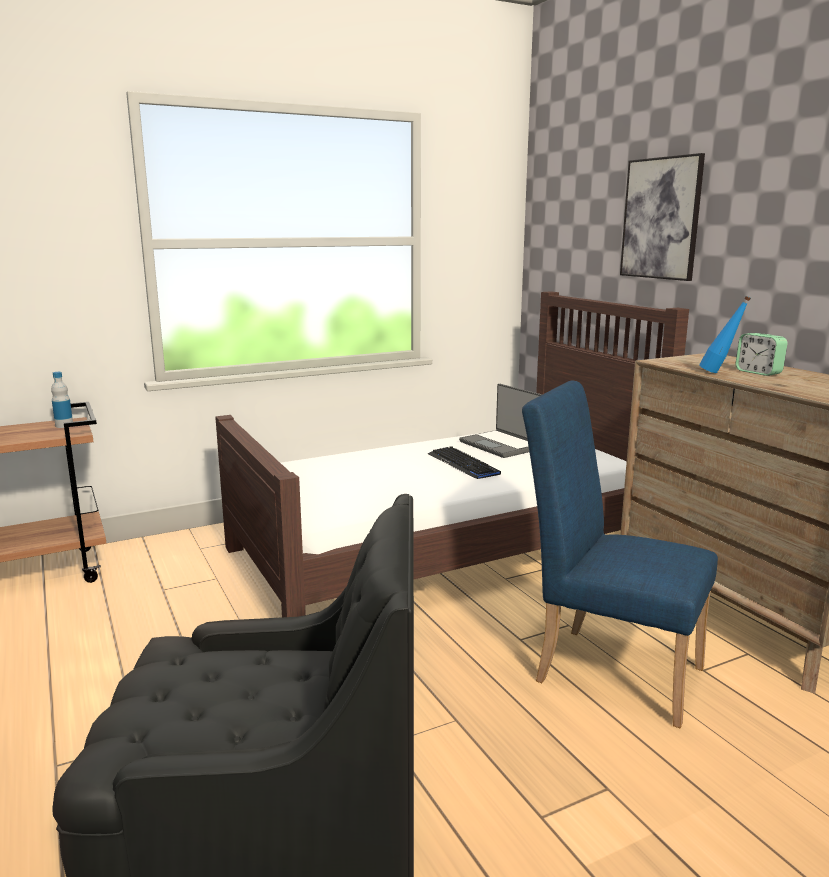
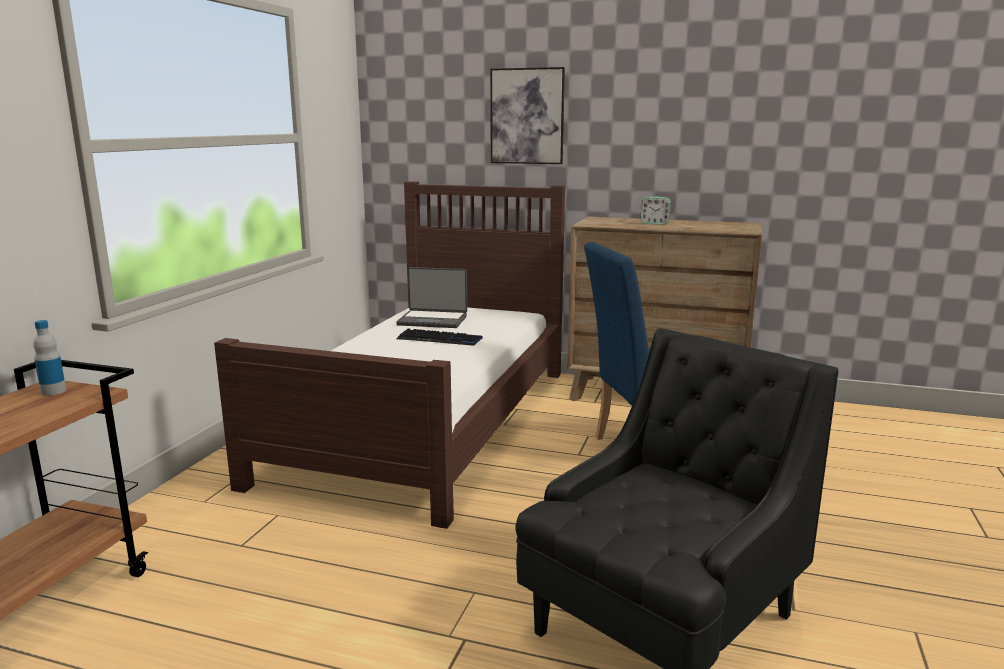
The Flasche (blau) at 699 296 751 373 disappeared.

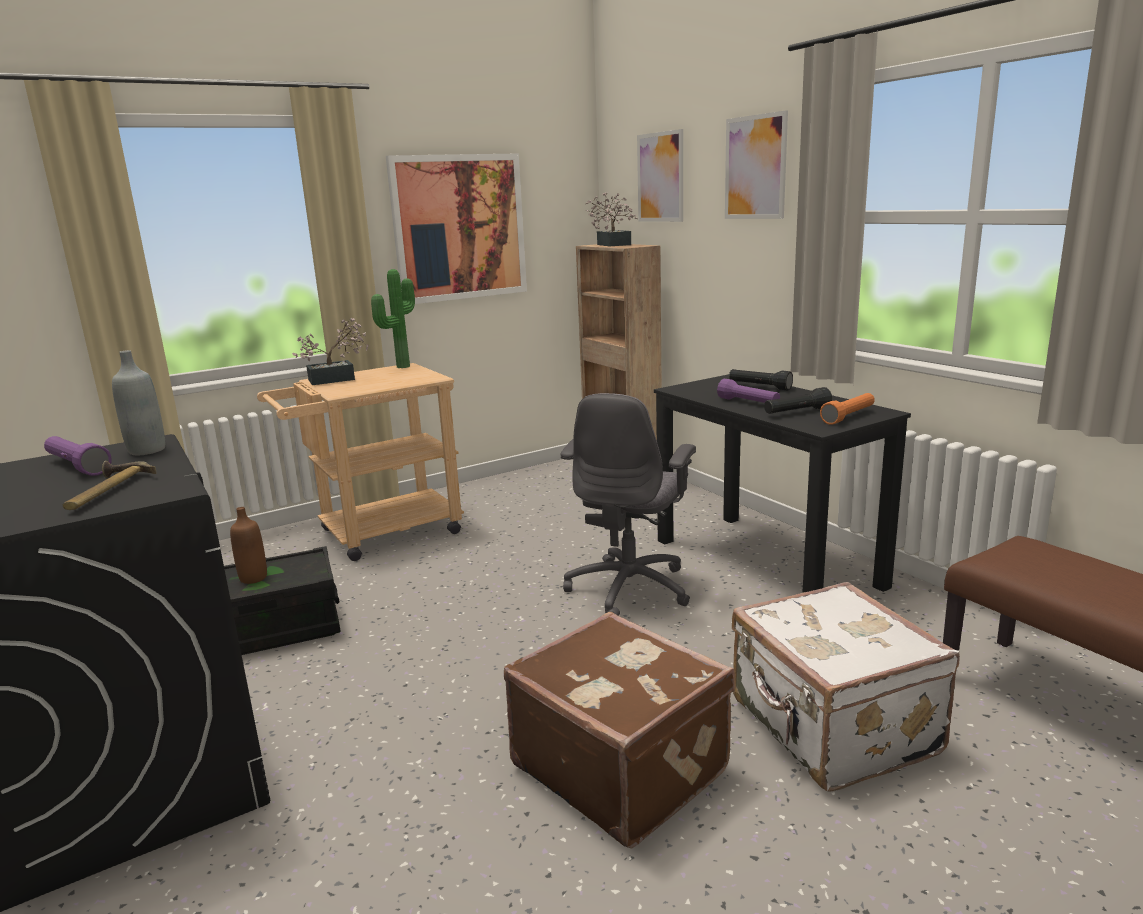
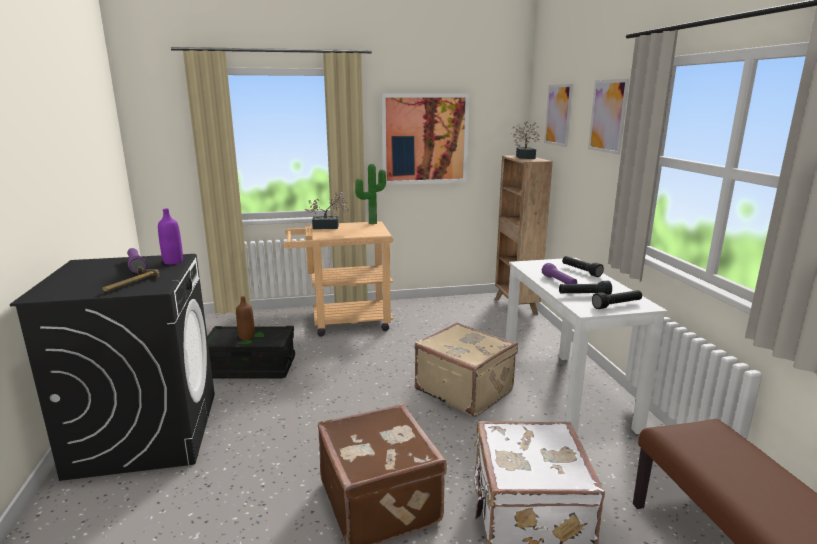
The Flasche (grau) at 112 350 165 455 became the Flasche (lila) at 158 208 183 265.
The Bürostuhl (grau) at 560 393 696 616 was replaced by the Koffer (beige) at 415 323 518 417.
The Schreibtisch (schwarz) at 654 374 911 593 became the Schreibtisch (weiß) at 506 258 667 434.
The Taschenlampe (orange) at 820 393 875 425 became the Taschenlampe (schwarz) at 592 290 642 309.

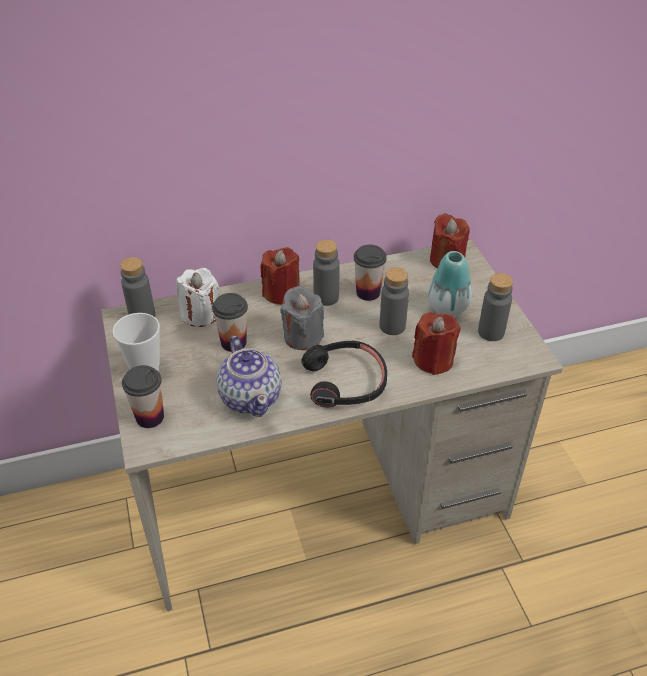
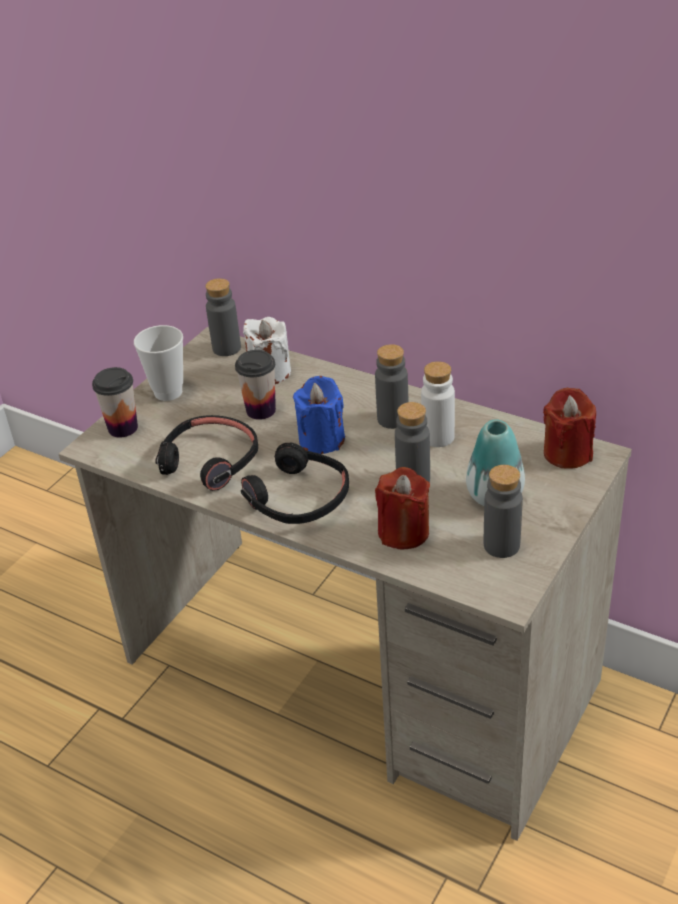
The Teekanne at 217 335 282 417 was replaced by the Kopfhörer (schwarz) at 155 415 258 491.
The Kerze (rot) at 261 247 300 305 disappeared.
The Kerze (grau) at 280 286 324 350 became the Kerze (blau) at 293 376 345 454.
The Tasse at 354 245 387 301 was replaced by the Flasche (weiß) at 421 361 455 447.

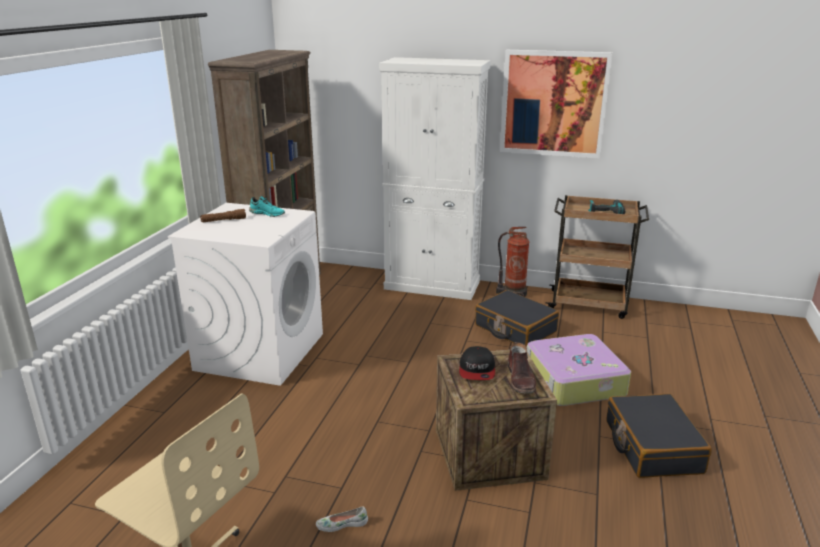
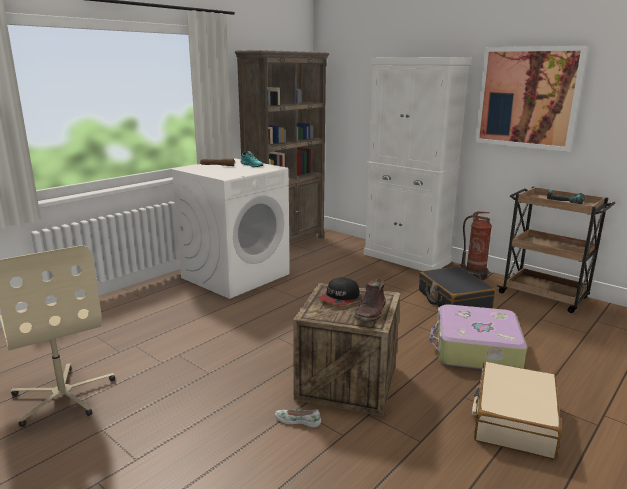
The Schuh (weiß) moved from 316 506 368 532 to 275 409 321 427.
The Koffer (schwarz) at 607 394 712 478 became the Koffer (beige) at 472 361 562 459.

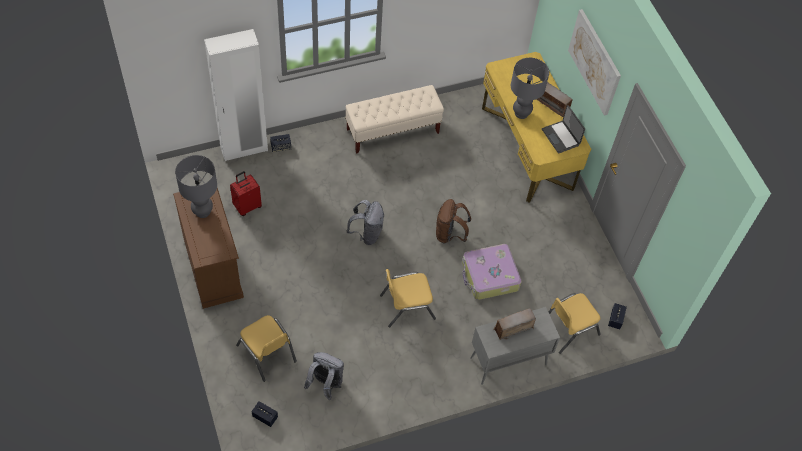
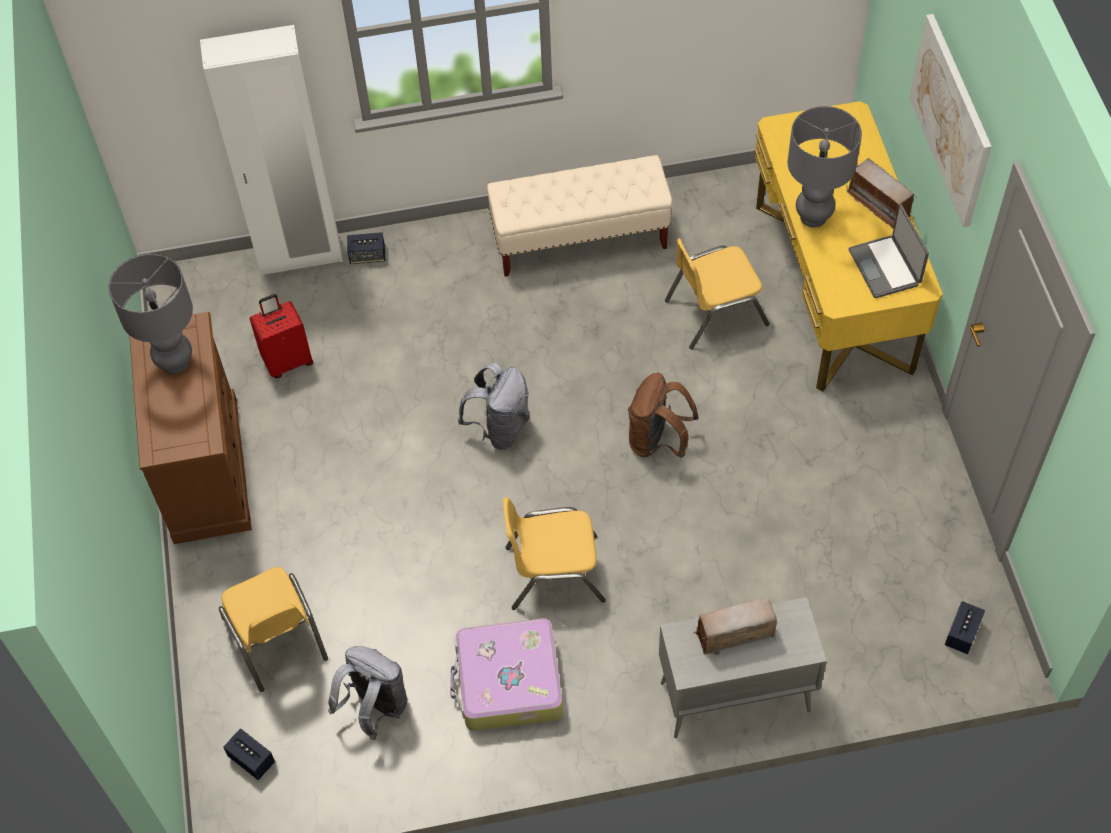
The Koffer moved from 462 244 522 300 to 450 618 563 731.
The Stuhl (gelb) moved from 548 293 601 354 to 665 238 769 349.

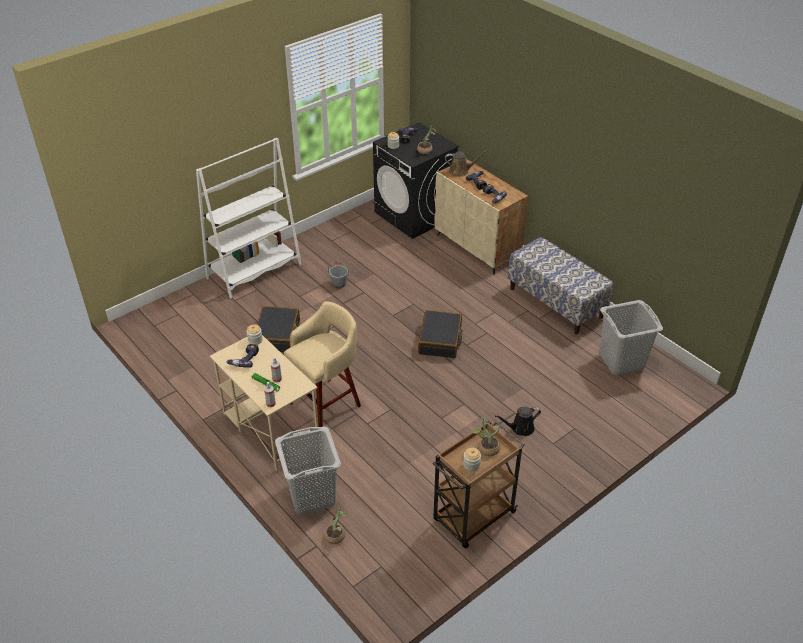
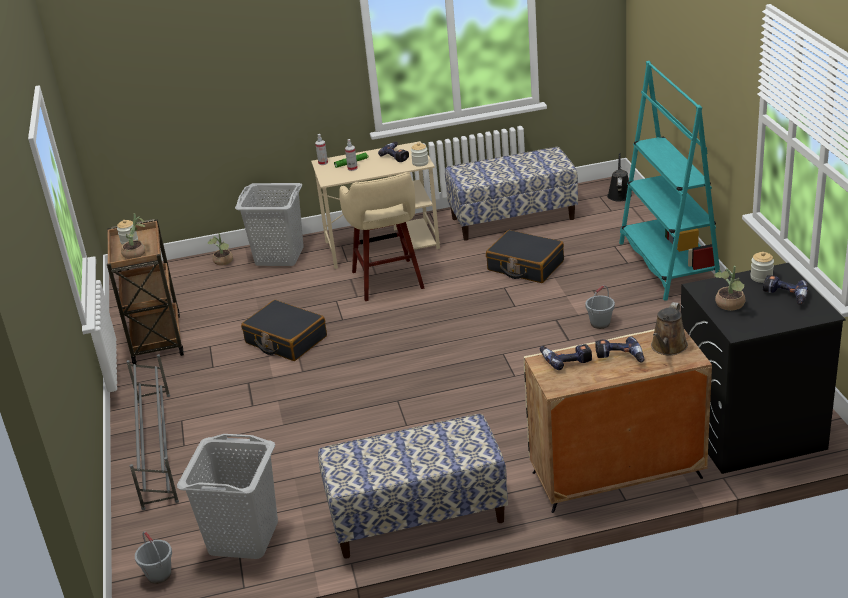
The Bücherregal (weiß) at 196 138 301 298 became the Bücherregal (türkis) at 619 61 720 301.
The Koffer (schwarz) moved from 418 310 462 358 to 241 300 327 361.
The Gießkanne (schwarz) moved from 495 407 541 436 to 607 153 632 202.
The Schuhregal (grau) at 126 354 179 510 appeared.
The Eimer (grau) at 135 531 172 584 appeared.
The Bank at 445 147 578 240 appeared.

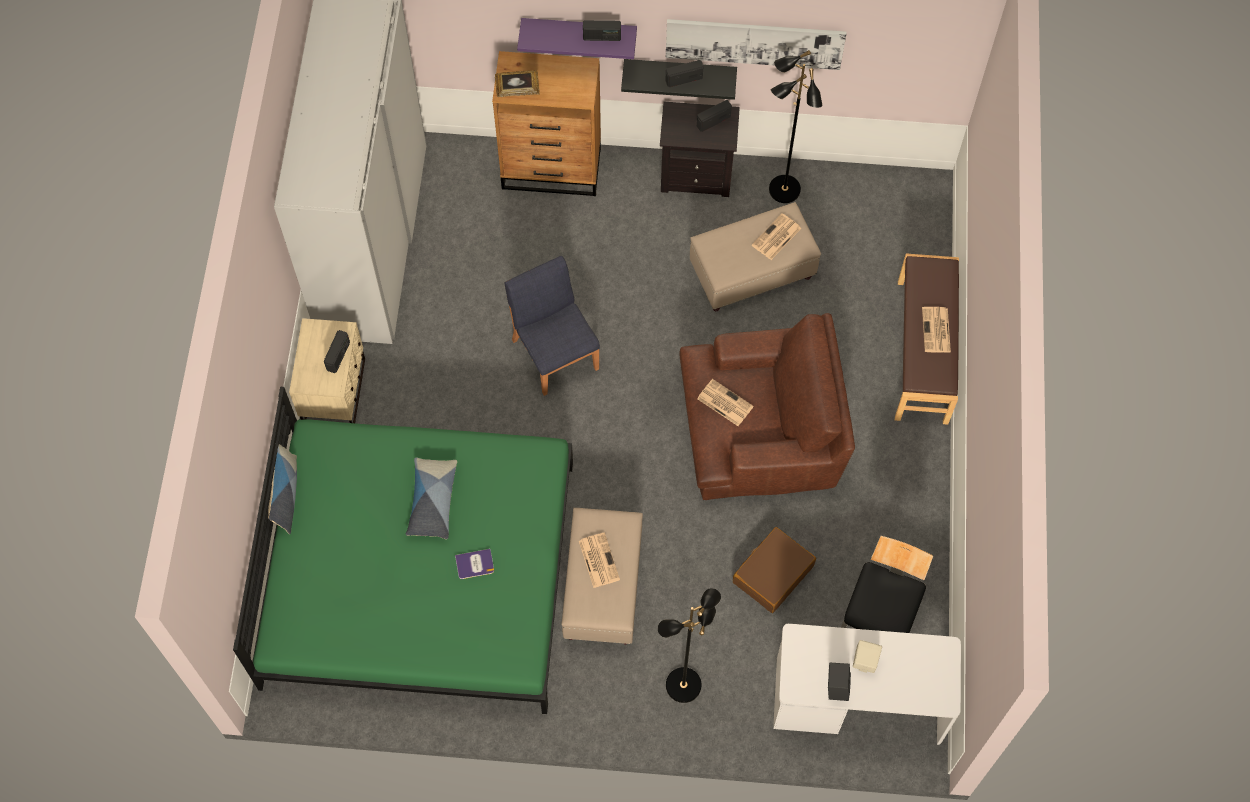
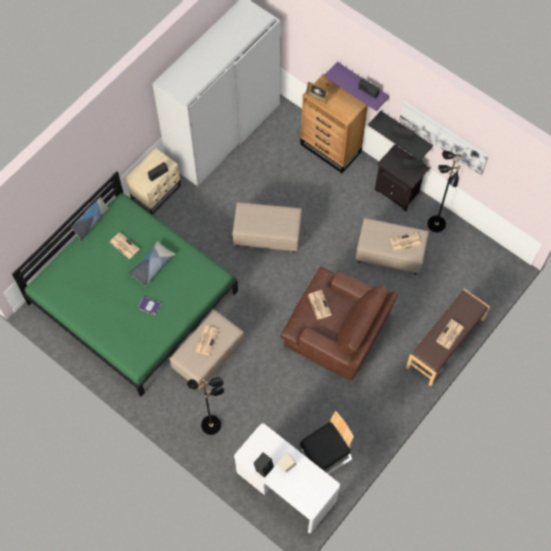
The Stuhl (blau) at 505 256 600 396 was replaced by the Polsterhocker (beige) at 232 202 302 253.
The Koffer (braun) at 733 527 816 613 disappeared.
The Zeitung at 110 232 140 259 appeared.

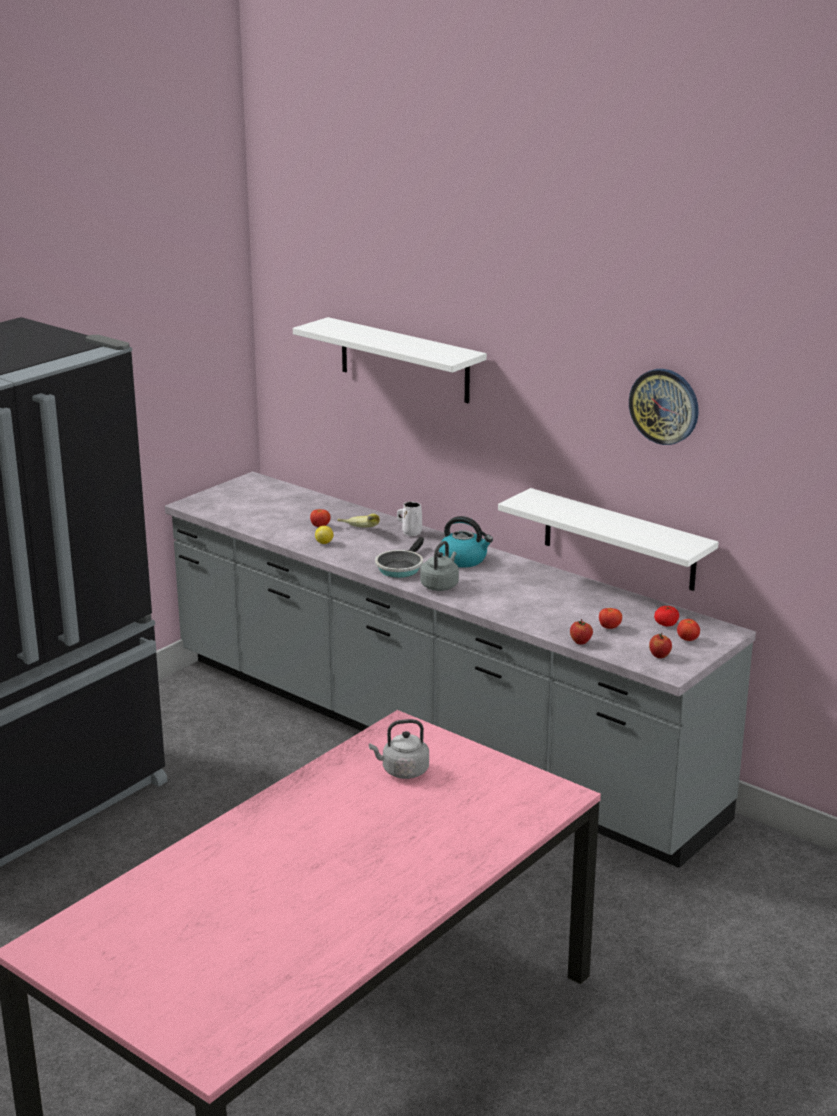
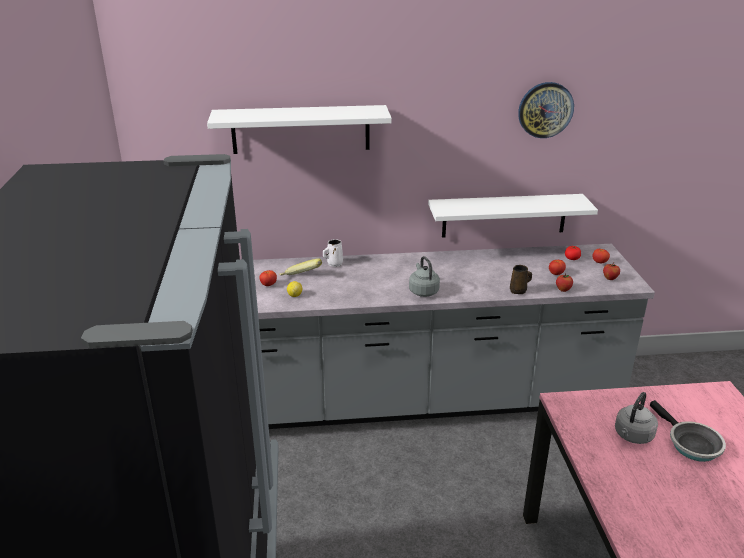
The Pfanne moved from 375 537 424 578 to 650 400 726 462.
The Wasserkessel at 439 516 493 568 disappeared.
The Henkelbecher (braun) at 510 265 532 294 appeared.

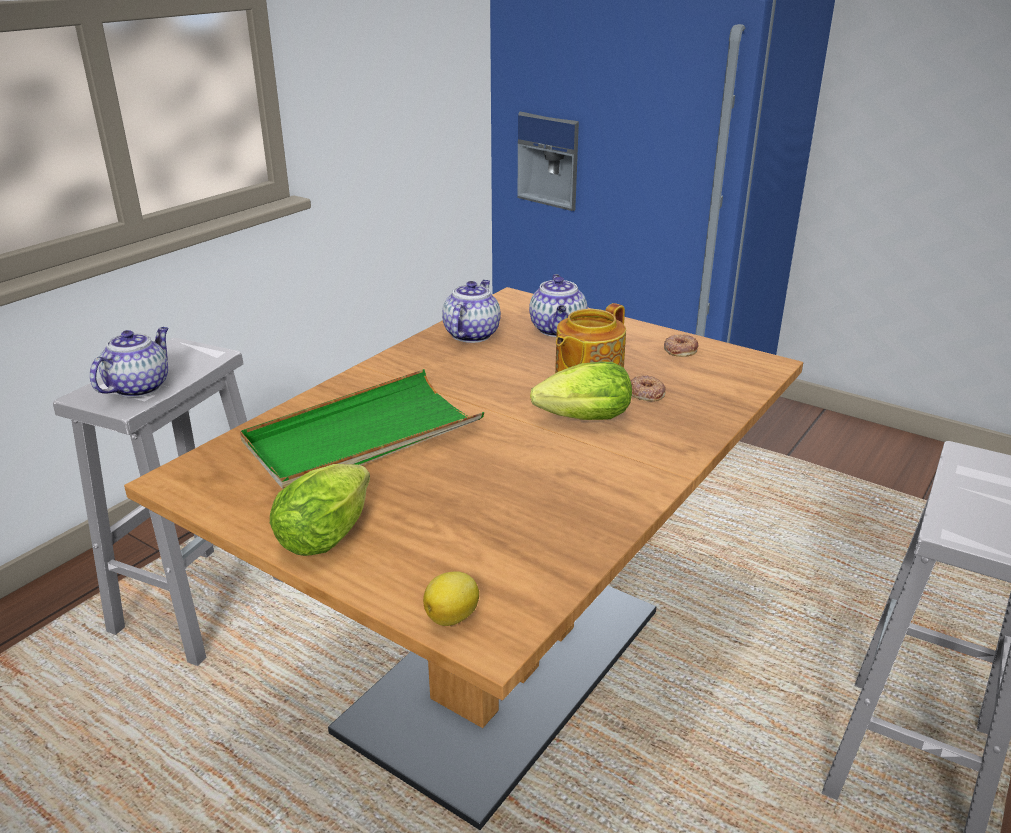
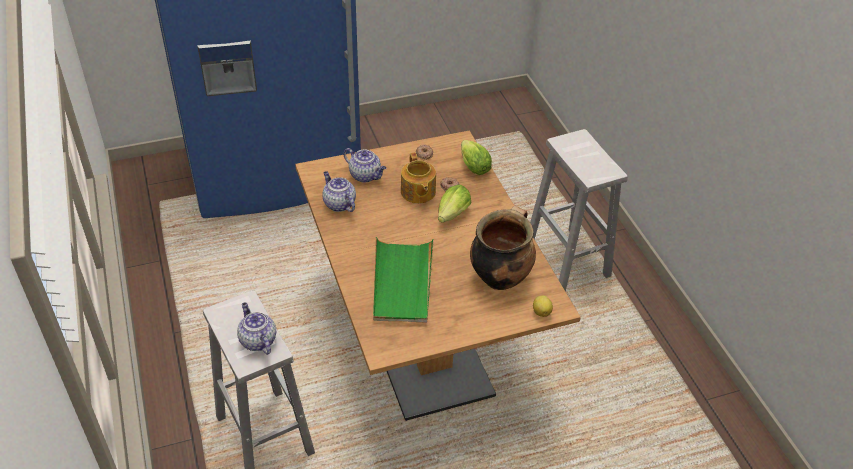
The Salatkopf moved from 270 464 370 556 to 461 140 492 175.
The Kochtopf at 470 206 536 290 appeared.

